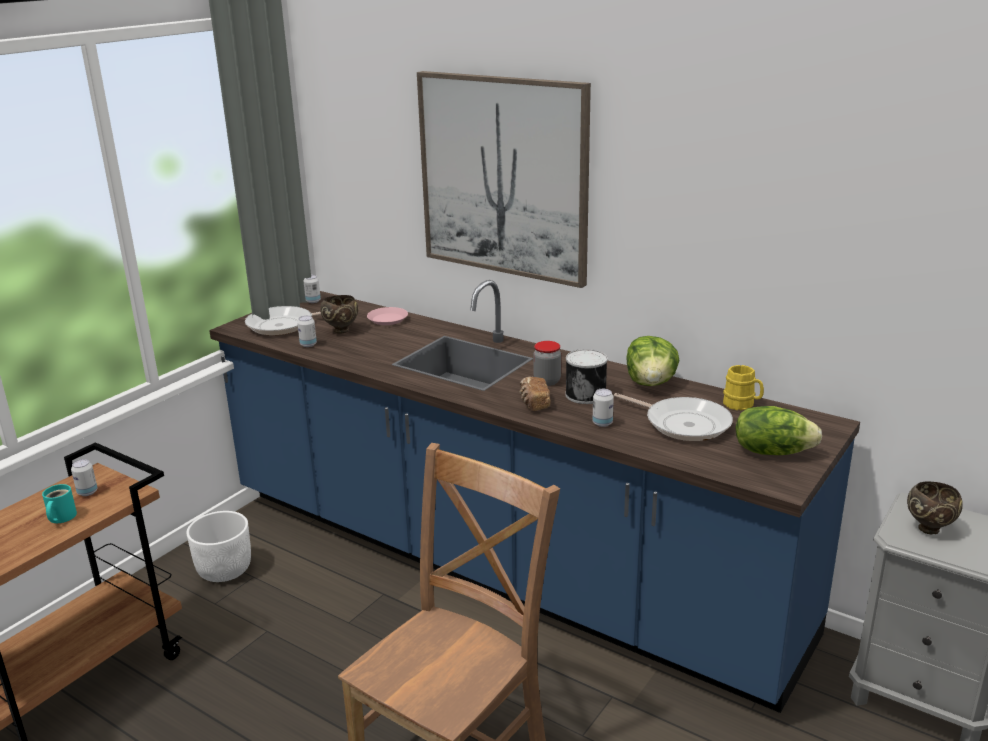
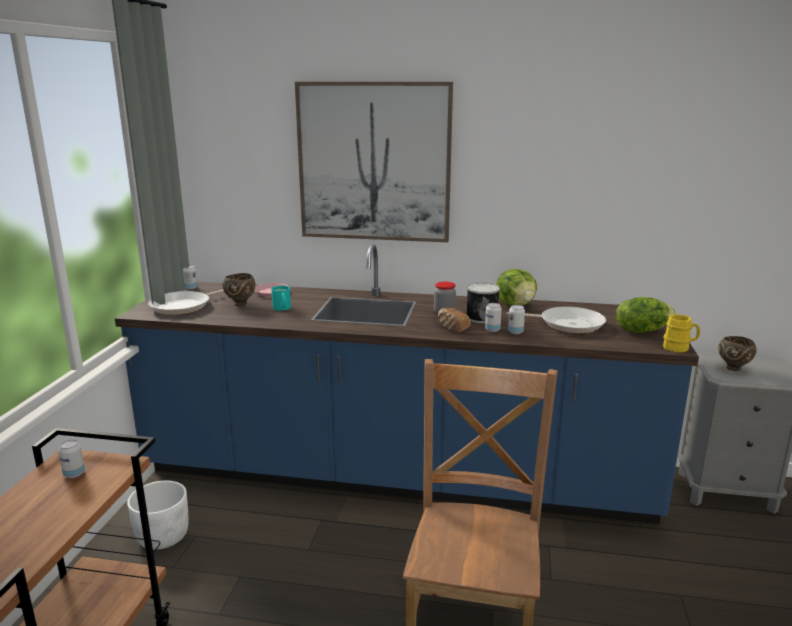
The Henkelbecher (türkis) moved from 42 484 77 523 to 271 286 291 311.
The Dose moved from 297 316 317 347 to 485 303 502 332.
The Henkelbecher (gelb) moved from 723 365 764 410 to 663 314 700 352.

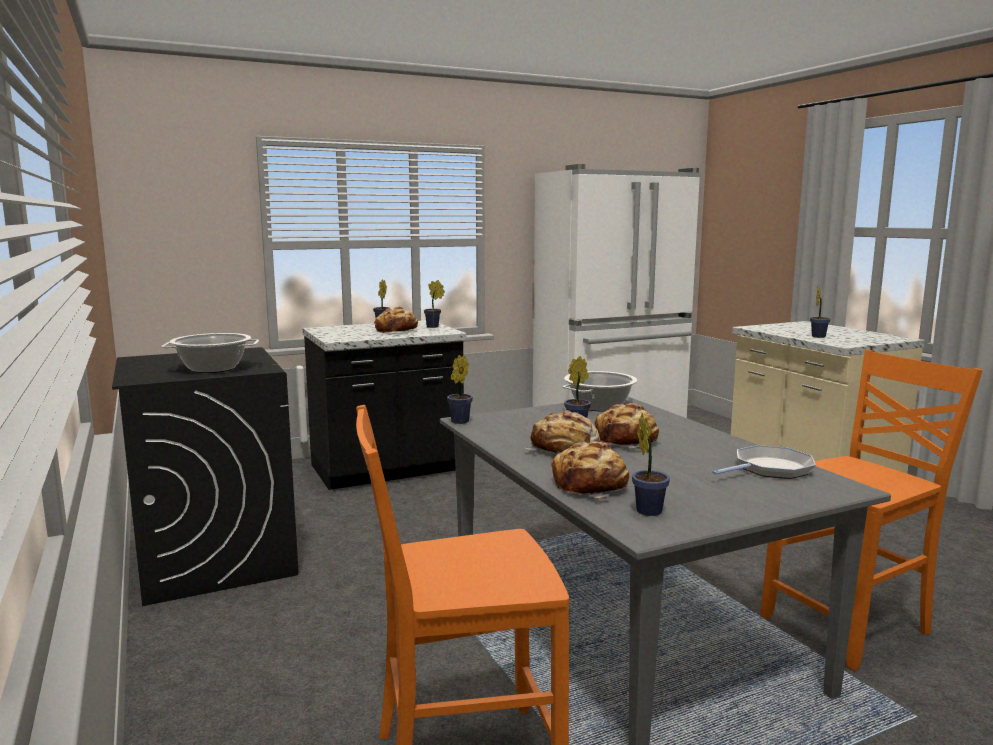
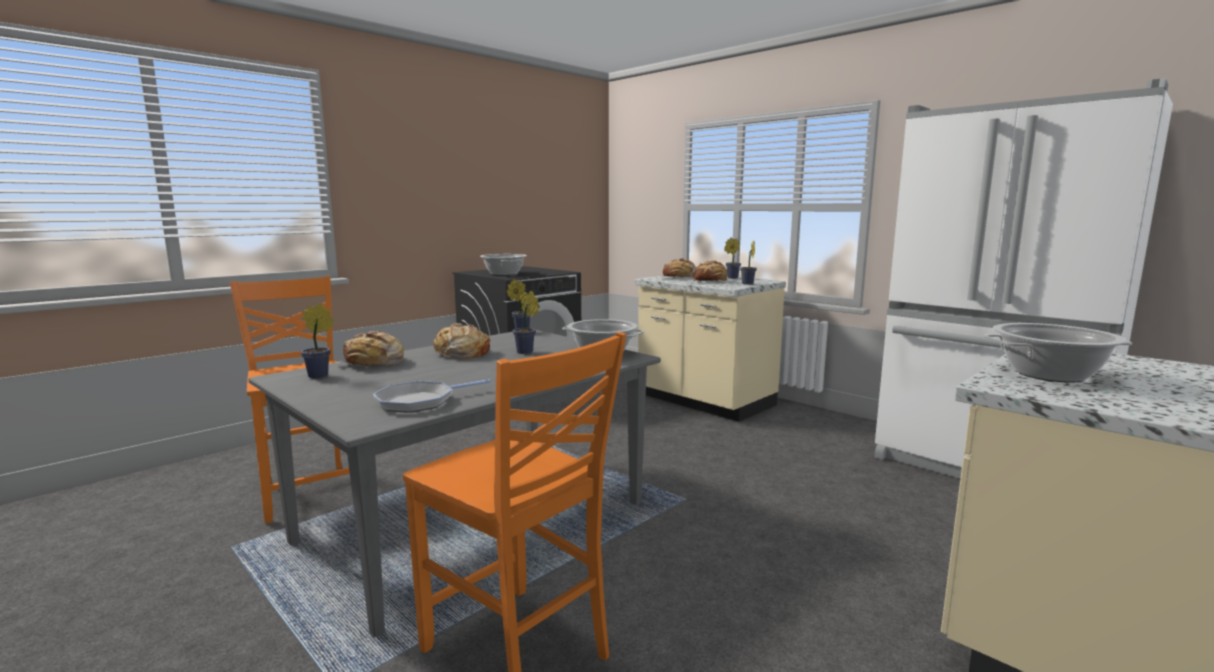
The Küchenzeile (schwarz) at 302 320 467 490 became the Küchenzeile (beige) at 635 276 786 422.
The Brot moved from 594 403 659 448 to 663 258 697 278.
The Pfanne at 712 445 816 479 turned 105 degrees clockwise.
The Topfpflanze at 810 286 830 338 was replaced by the Kochtopf at 983 323 1132 383.

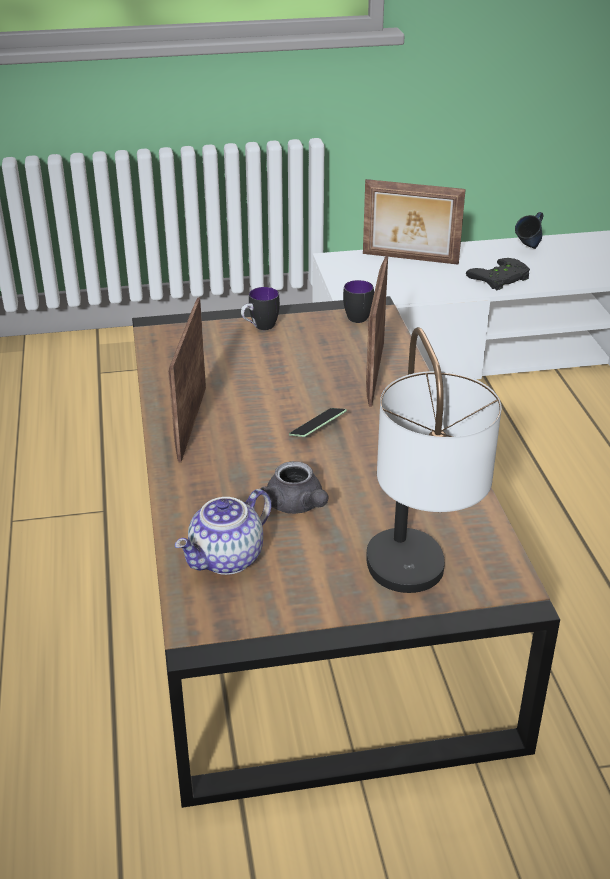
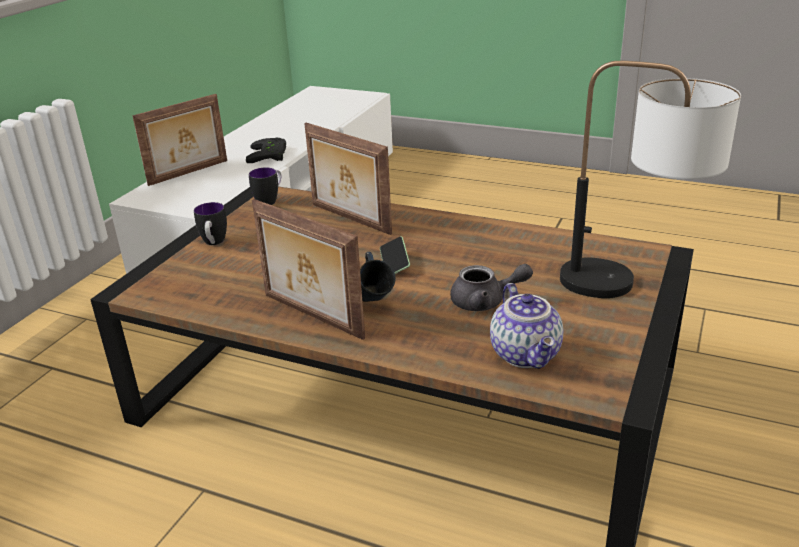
The Henkelbecher (blau) moved from 515 212 544 249 to 360 252 396 302.

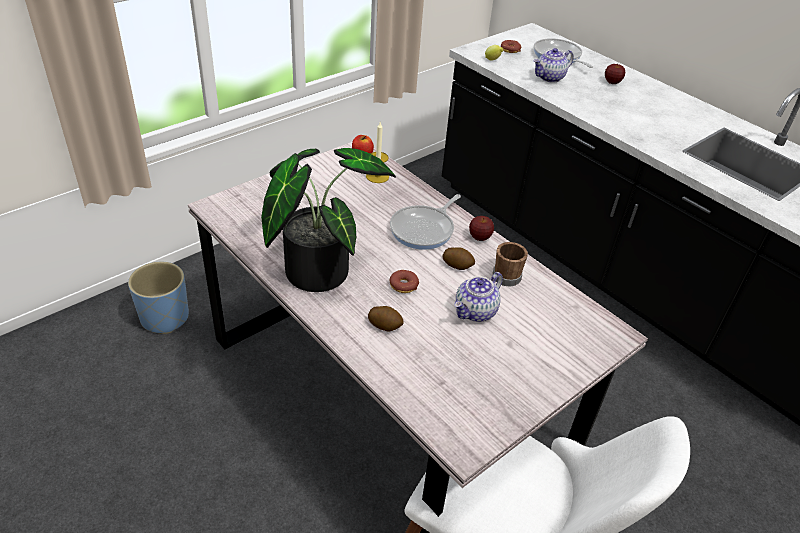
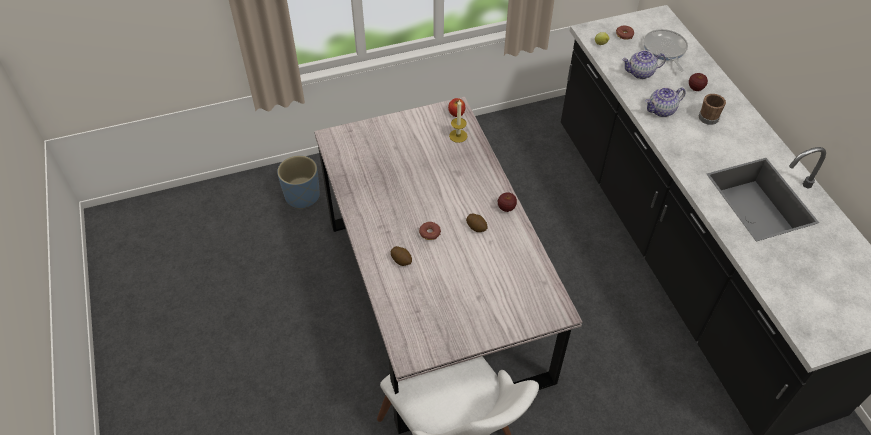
The Topfpflanze at 261 148 396 292 disappeared.
The Pfanne at 390 194 461 250 disappeared.
The Teekanne moved from 454 272 503 322 to 645 87 686 117.
The Henkelbecher (braun) moved from 493 242 528 287 to 699 94 726 125.

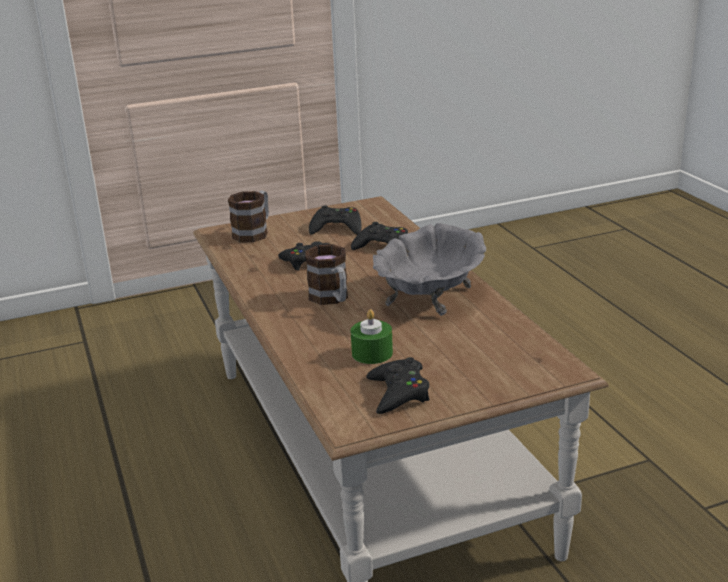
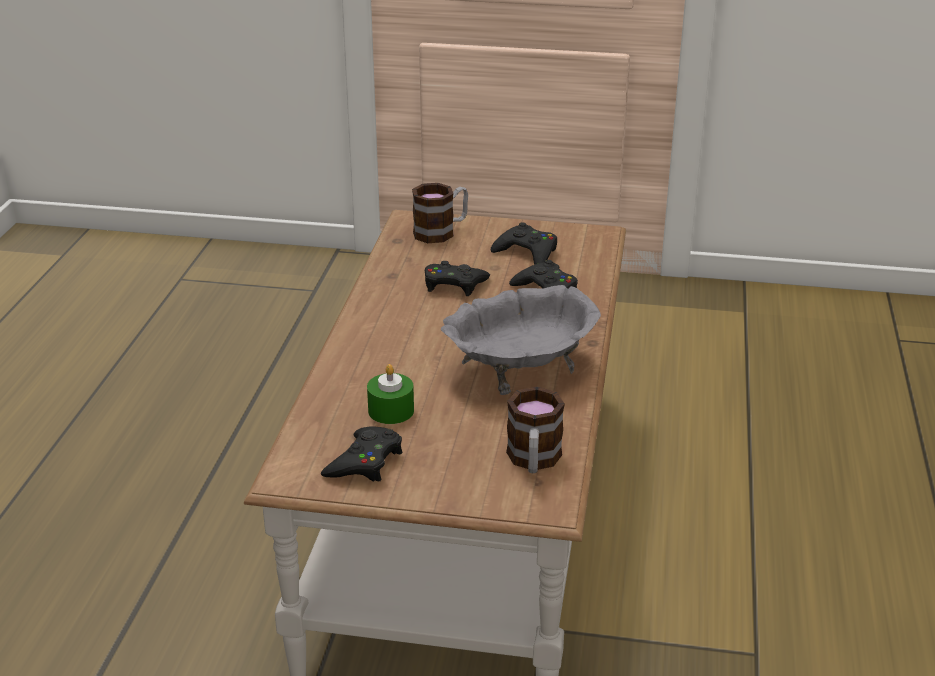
The Henkelbecher moved from 305 244 348 305 to 506 387 565 473.

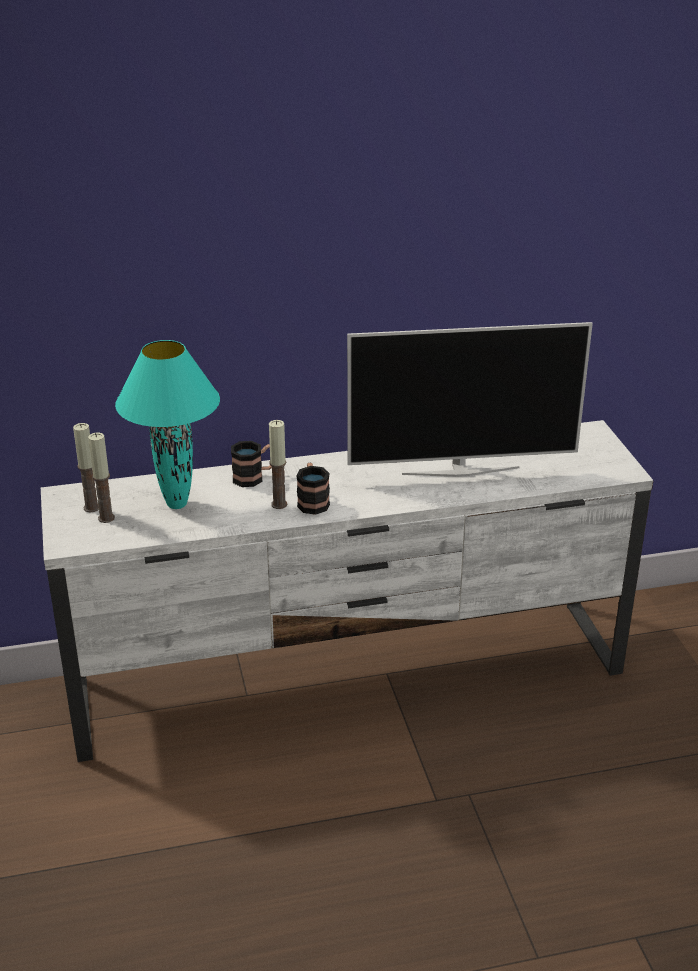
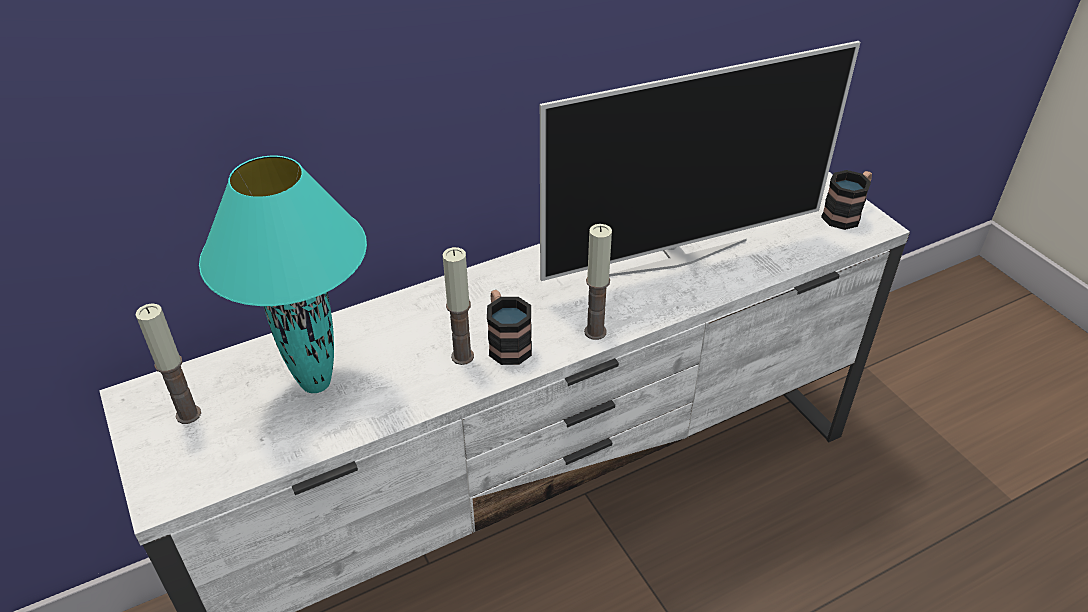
The Kerze moved from 88 433 115 523 to 584 224 612 340.
The Henkelbecher moved from 231 441 272 487 to 821 170 872 230.

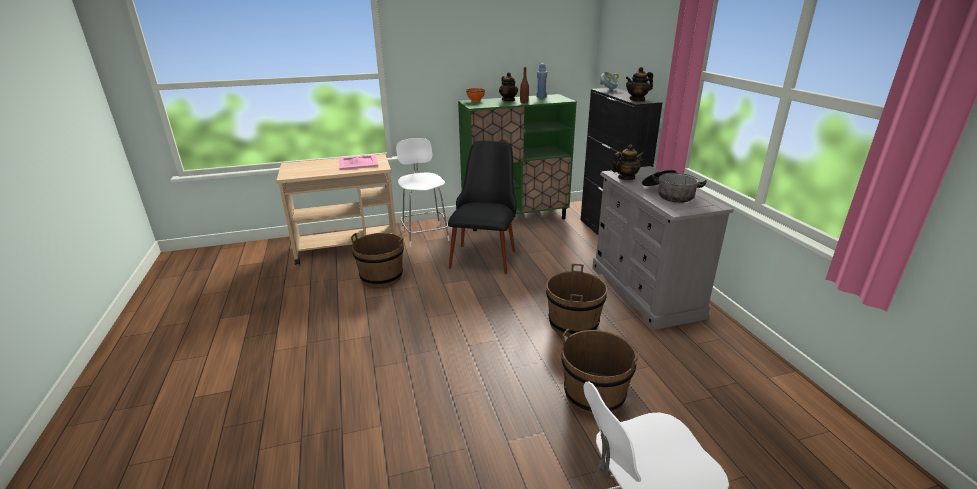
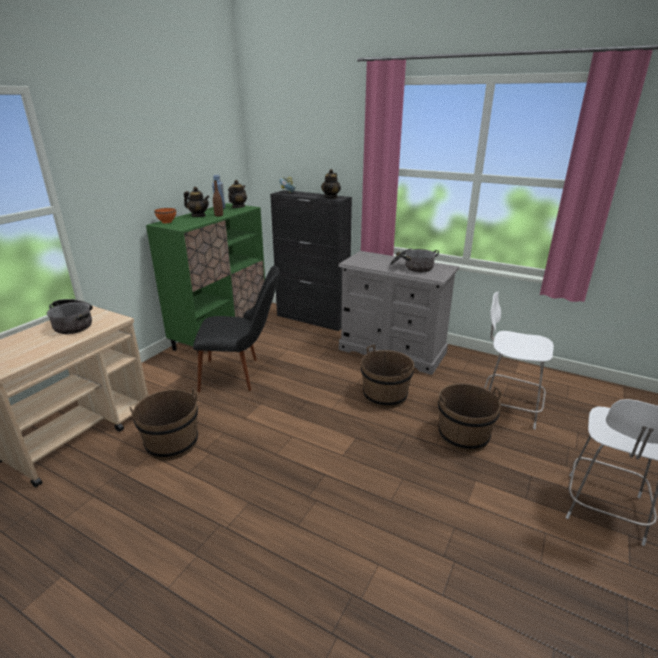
The Tablett (rosa) at 339 154 378 170 was replaced by the Kochtopf at 47 299 93 334.
The Stuhl (weiß) moved from 396 138 450 247 to 484 291 554 430.
The Stuhl (schwarz) at 448 141 517 274 turned 120 degrees clockwise.
The Teekanne moved from 611 144 645 180 to 228 180 247 208.

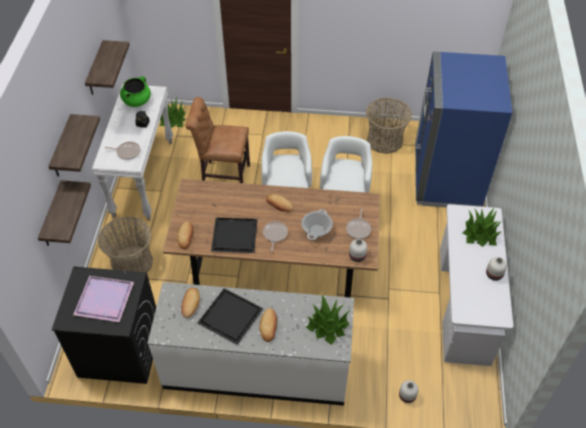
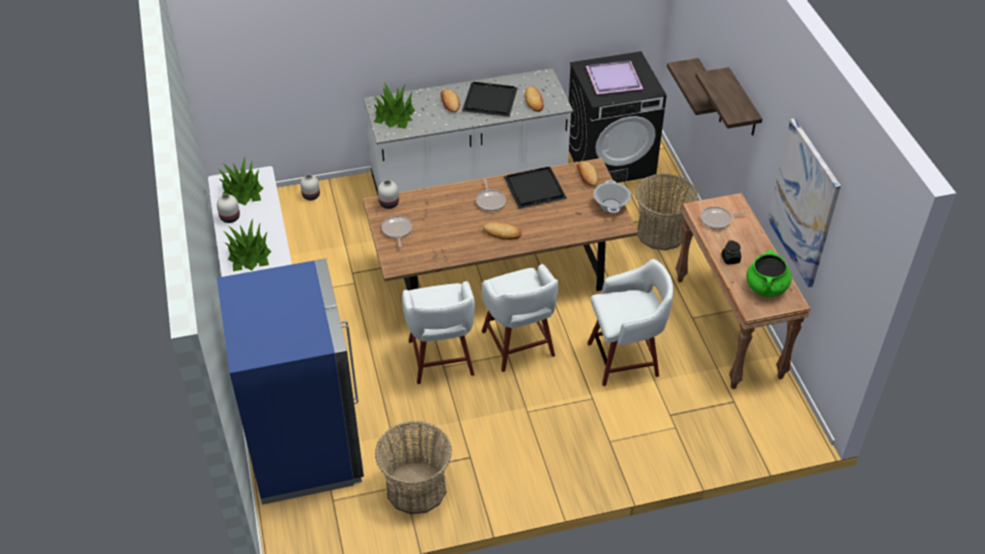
The Wandregal at 85 40 129 95 was replaced by the Bild at 768 118 841 287.
The Konsolentisch (weiß) at 92 84 173 220 became the Konsolentisch (braun) at 675 193 810 389.
The Topfpflanze moved from 160 98 186 128 to 219 157 263 205.
The Stuhl (braun) at 186 97 250 183 was replaced by the Hocker (weiß) at 588 259 674 386.
The Kochtopf moved from 301 209 333 240 to 593 180 631 213.

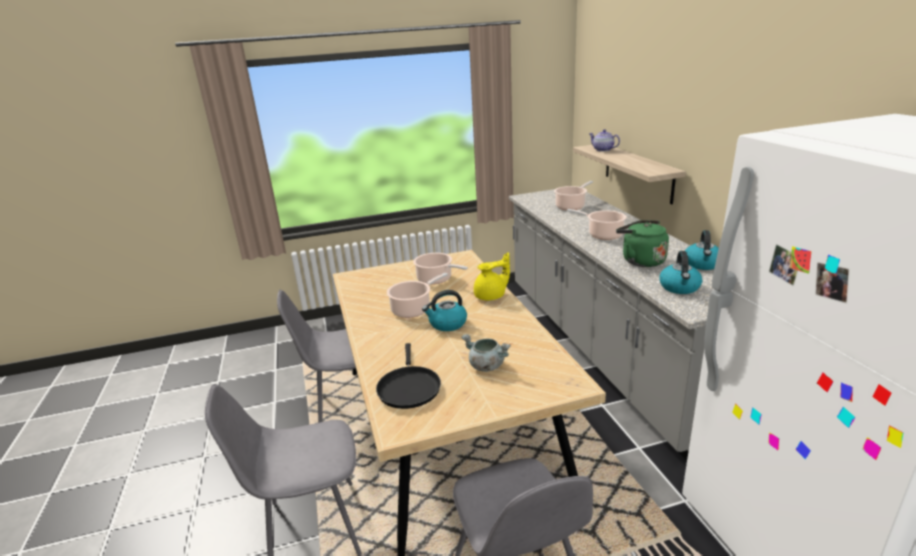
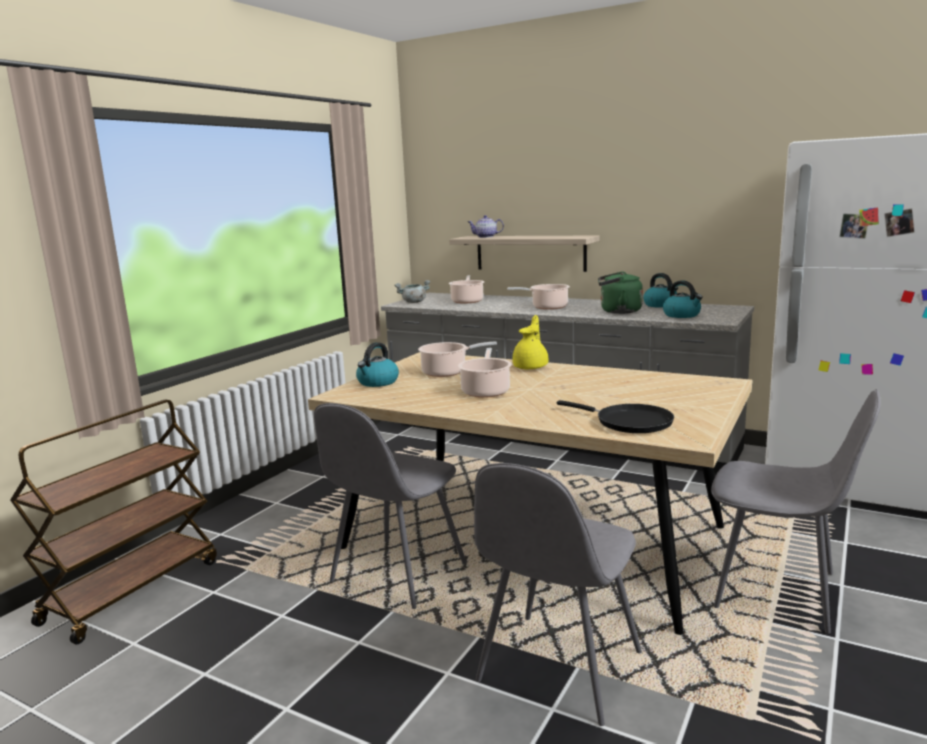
The Wasserkessel moved from 422 290 467 331 to 356 342 399 387.
The Kochtopf (grau) moved from 461 334 511 372 to 394 280 430 303.
The Rollwagen (braun) at 10 400 217 644 appeared.

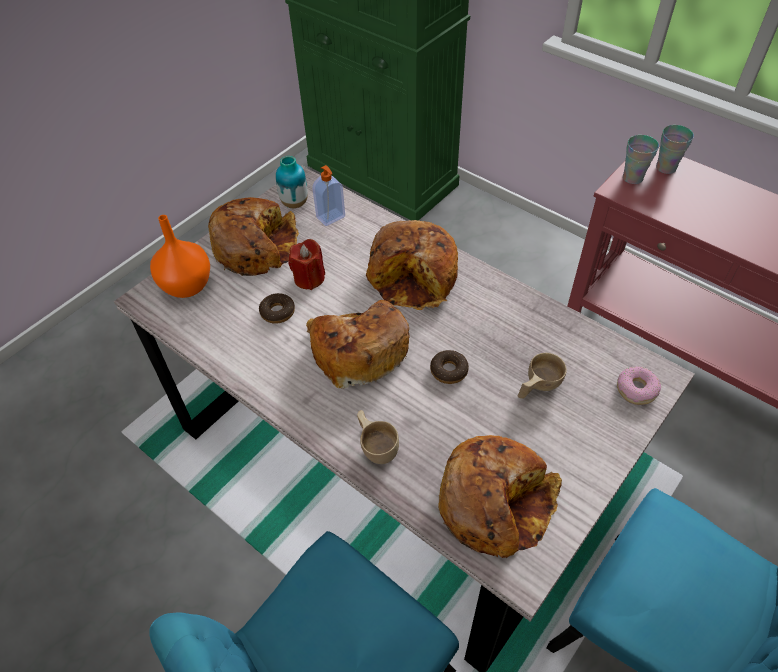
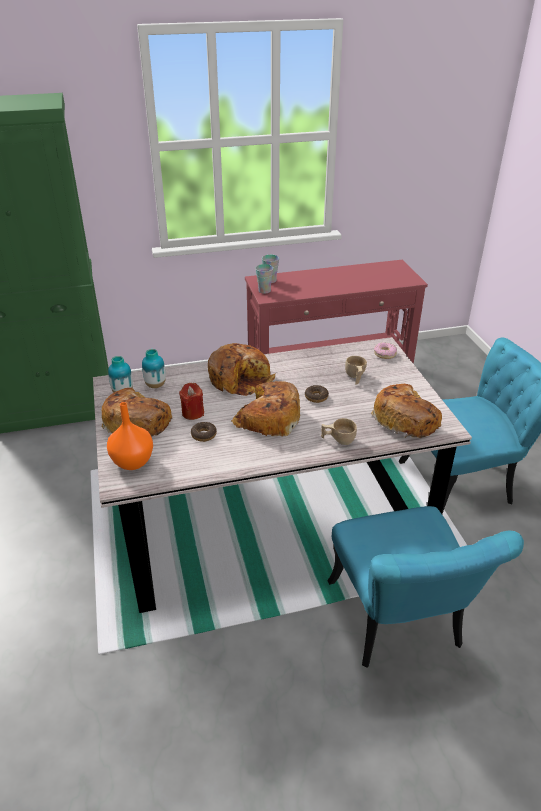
The Seifenspender at 312 165 345 226 was replaced by the Vase at 142 349 166 388.

